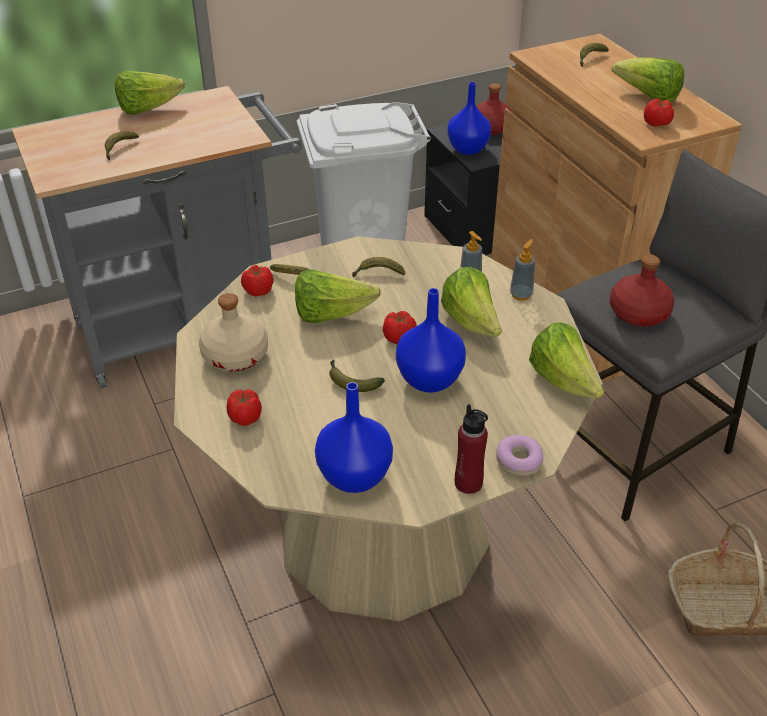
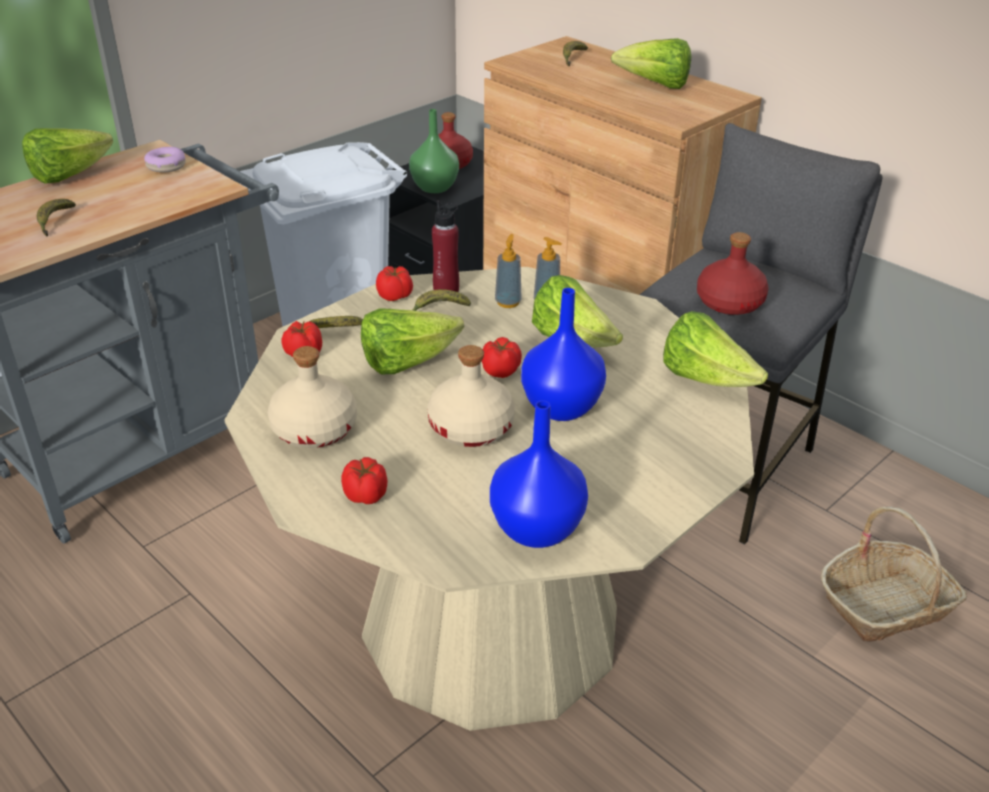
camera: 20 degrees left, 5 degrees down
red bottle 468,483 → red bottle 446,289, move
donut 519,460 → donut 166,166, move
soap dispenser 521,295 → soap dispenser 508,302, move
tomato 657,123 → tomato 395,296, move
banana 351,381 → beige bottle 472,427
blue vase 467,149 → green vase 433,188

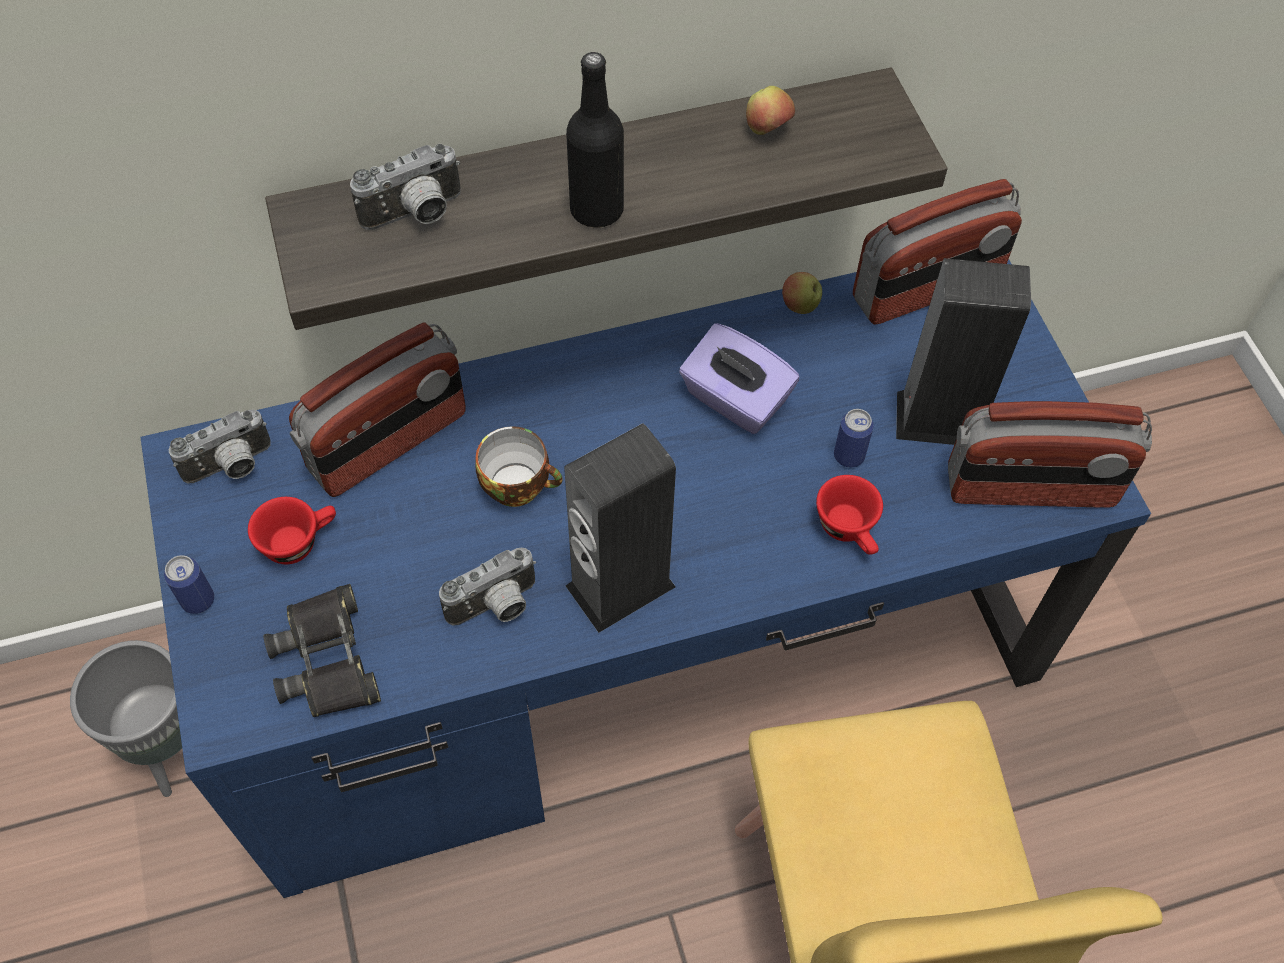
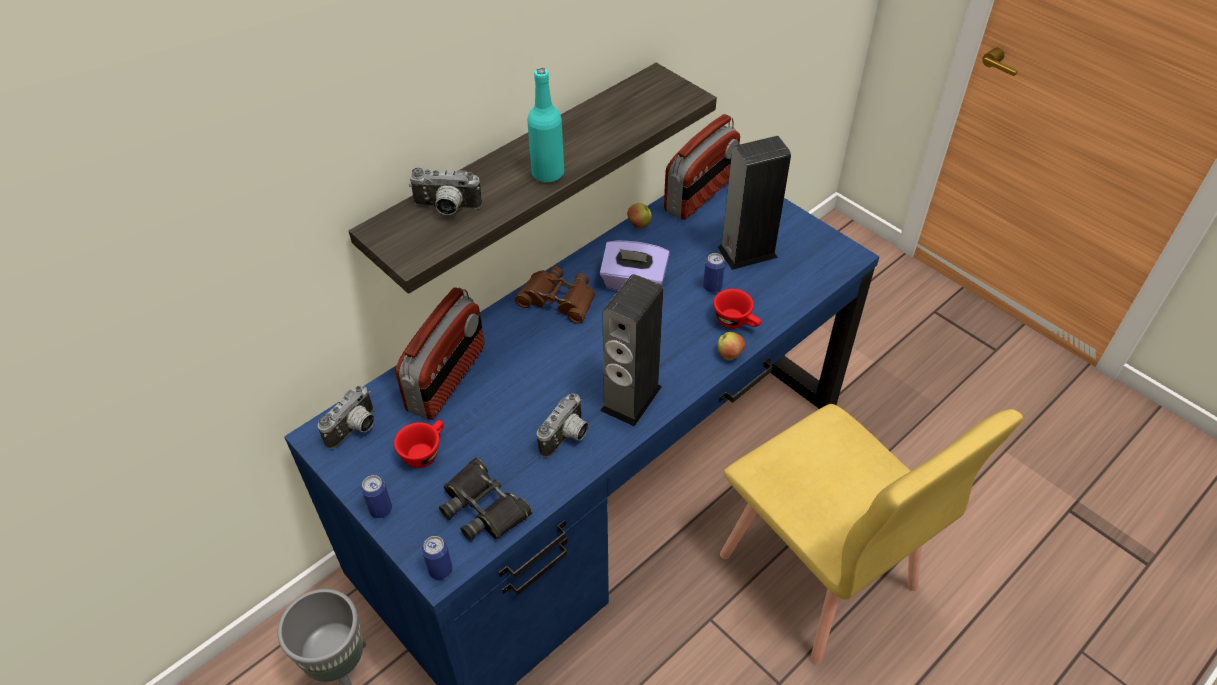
camera: 25 degrees left, 10 degrees down
cup 519,485 → -
radio 1030,488 → -
- → can 440,570
- → brown binoculars 558,300
apple 767,129 → apple 729,355, move
black bottle 596,210 → turquoise bottle 548,173
photo camera 416,215 → photo camera 447,209, 60 degrees clockwise

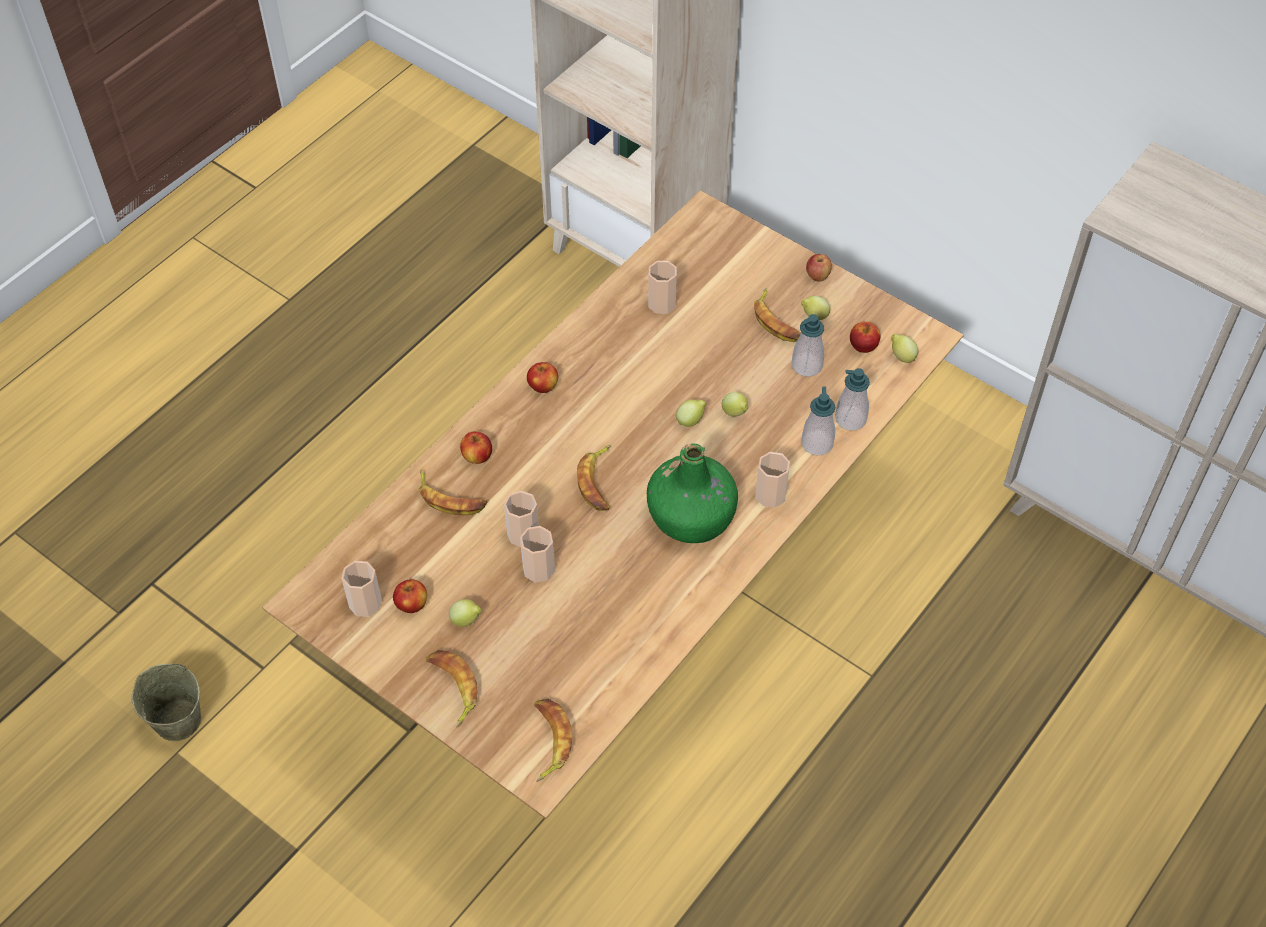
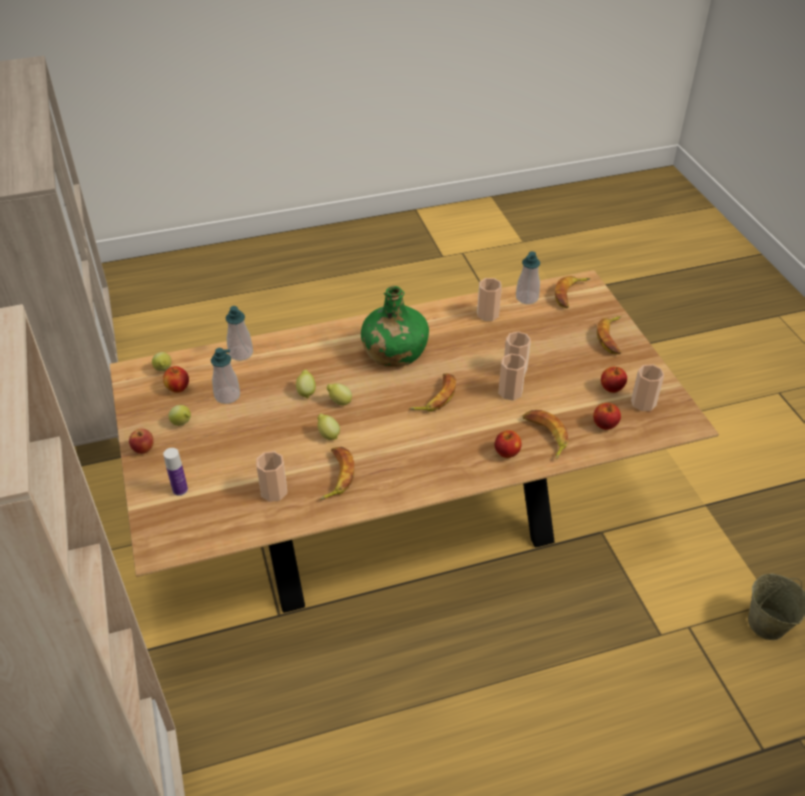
camera: 145 degrees left, 10 degrees down
- → bottle 180,490
lemon 466,620 → lemon 328,435, move
apple 543,386 → apple 604,425, move
banana 777,321 → banana 336,476, move
cup 770,495 → cup 487,314, move
soap dispenser 817,443 → soap dispenser 527,298, move

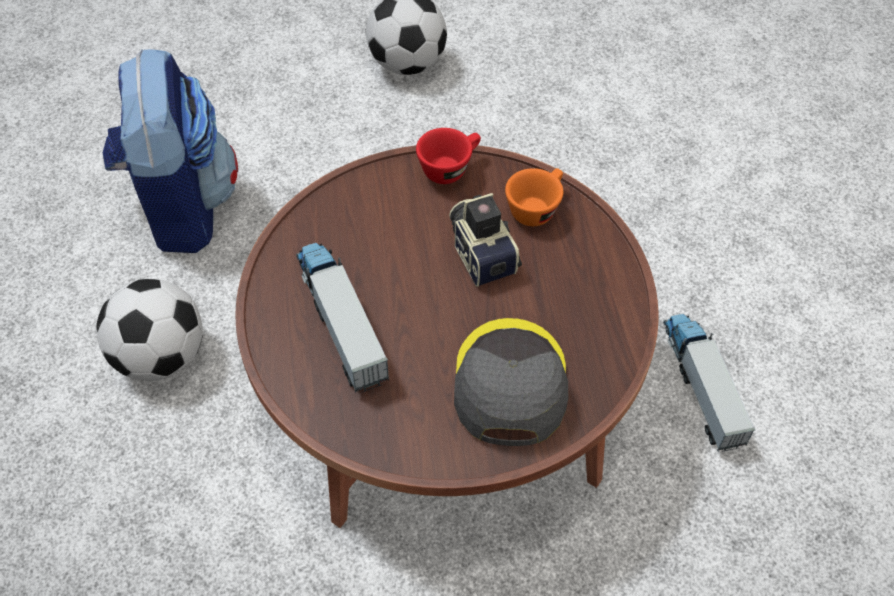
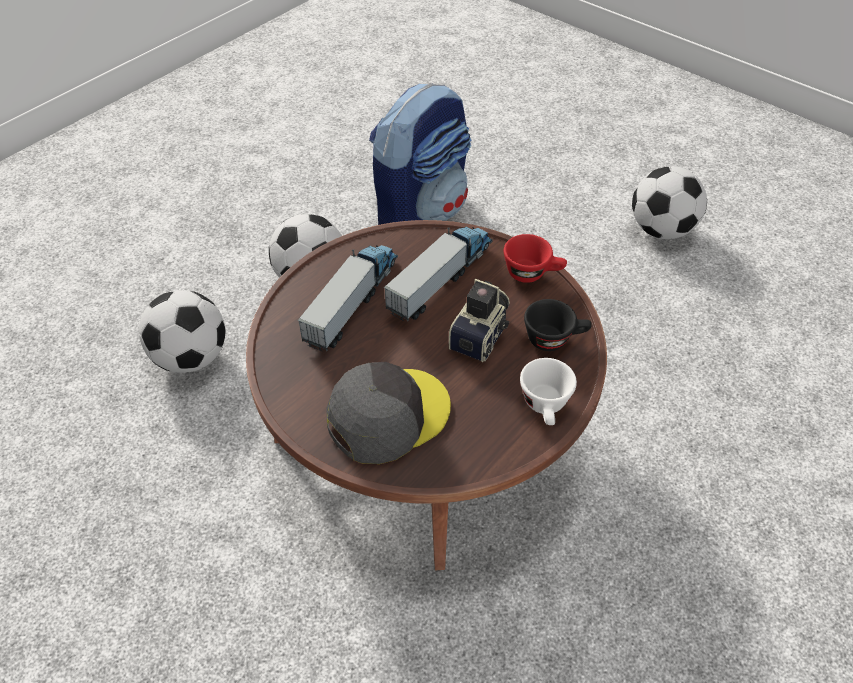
camera: 50 degrees right, 5 degrees down
- → football 191,358
- → white cup 546,407
toy truck 700,385 → toy truck 441,279, move
orange cup 536,207 → black cup 554,338

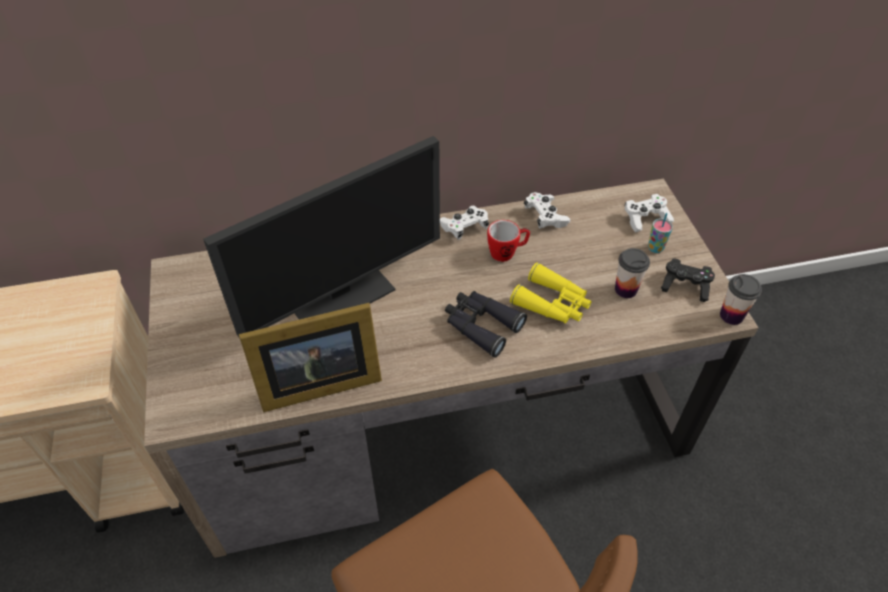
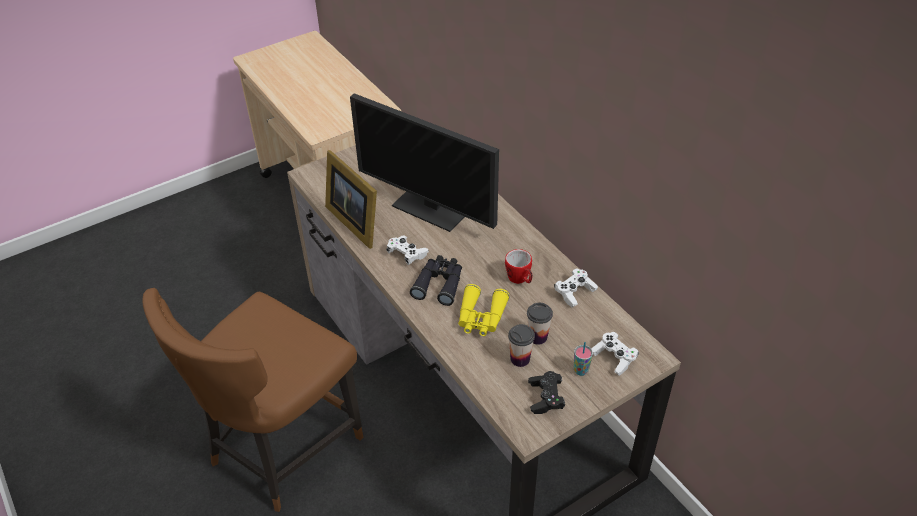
camera: 70 degrees right, 5 degrees down
white game controller 464,227 → white game controller 407,254, move
cup 731,315 → cup 537,337, move

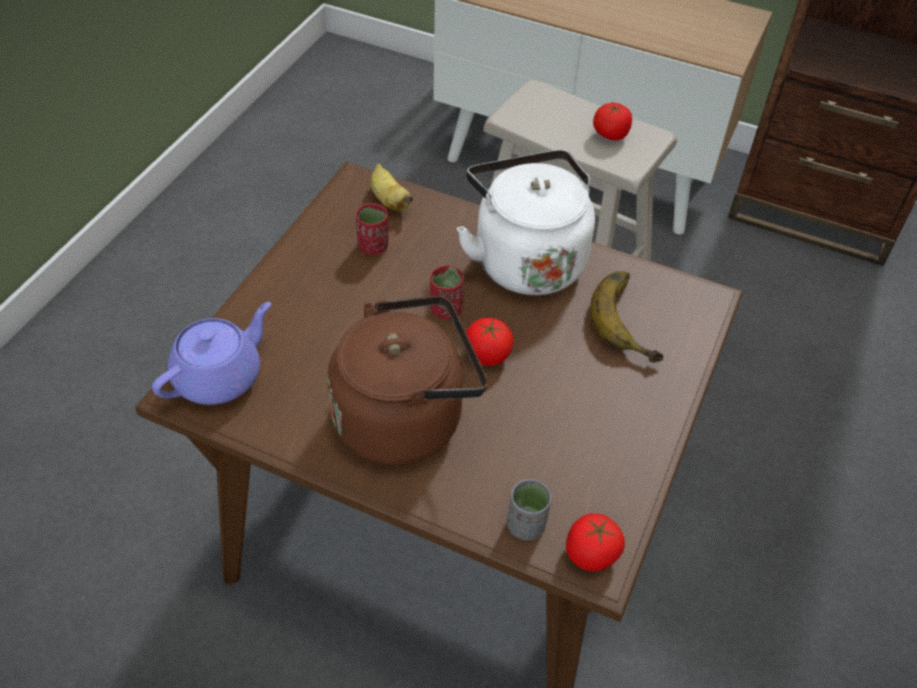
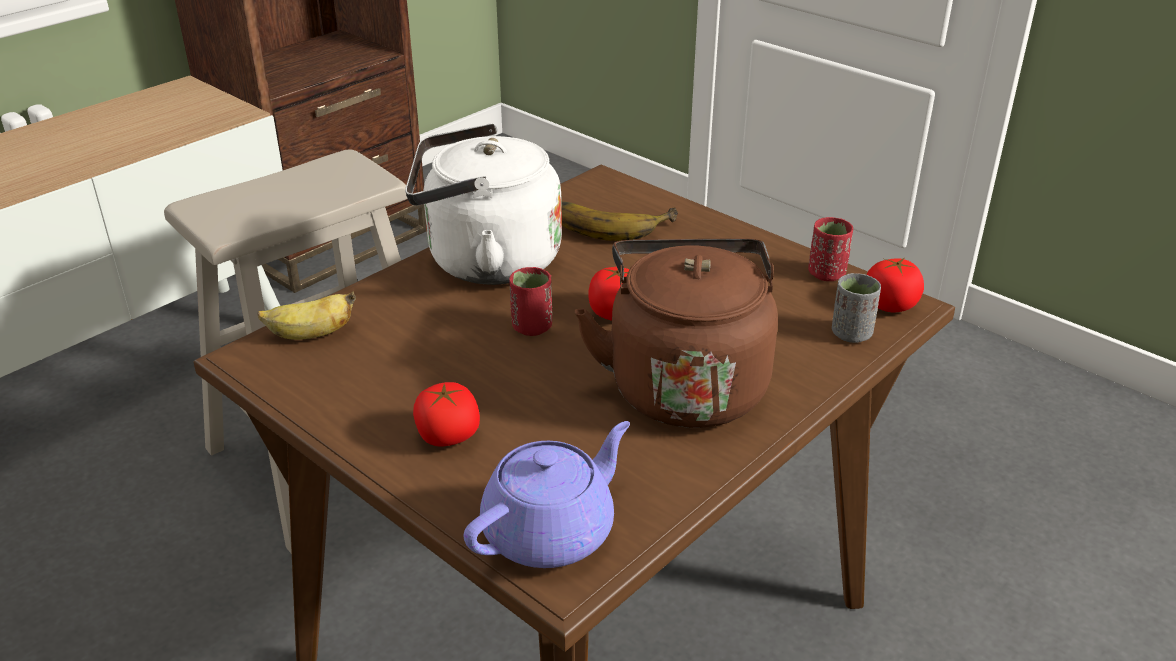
camera: 70 degrees left, 15 degrees down
red cup 373,247 → red cup 826,274, move
tomato 610,134 → tomato 448,436, move
purple teapot 220,376 → purple teapot 551,531, 75 degrees clockwise

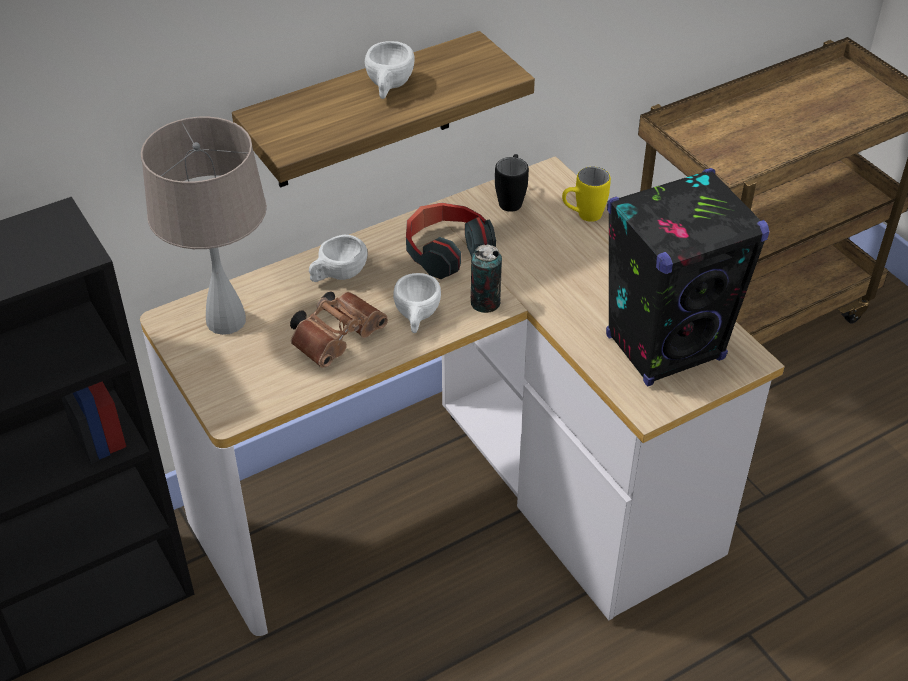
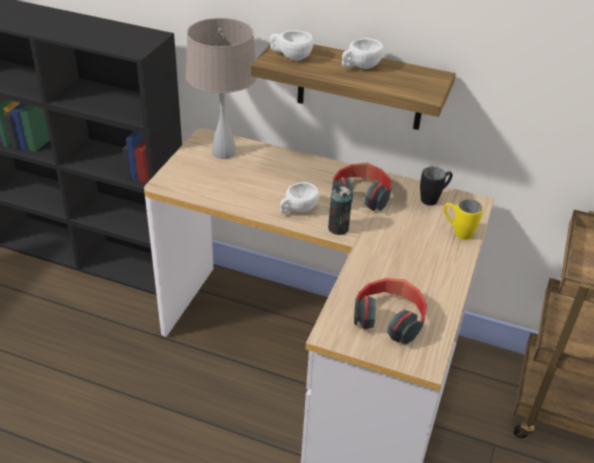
camera: 50 degrees right, 5 degrees down
brown binoculars 339,338 → -
white cup 338,275 → white cup 290,56, move
black speaker 665,347 → headphones 389,318

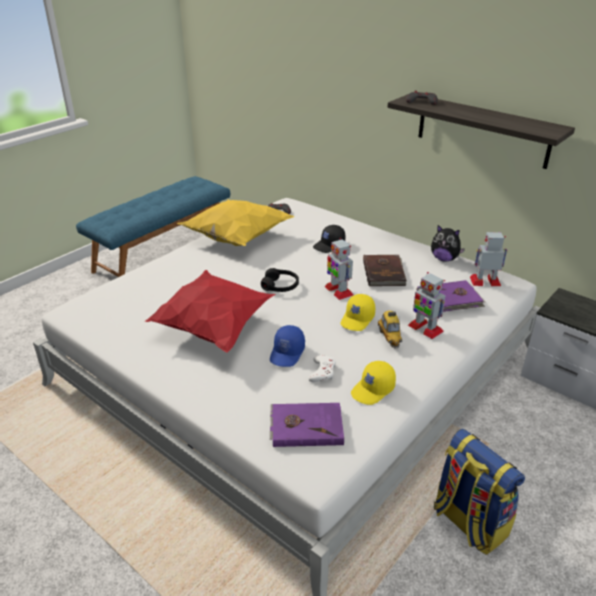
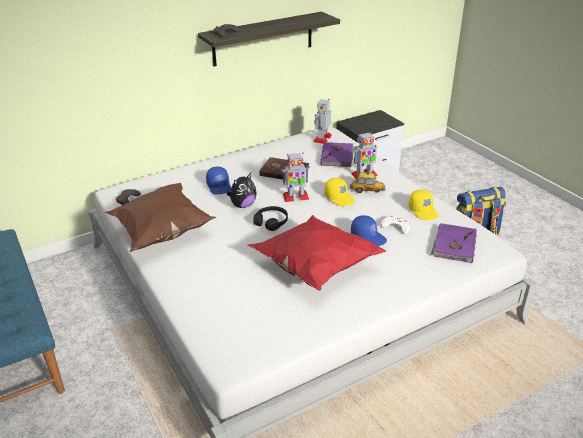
camera: 70 degrees left, 0 degrees up
plush toy 444,259 → plush toy 243,205, move
yellow pillow 236,238 → brown pillow 161,233
black cap 329,245 → blue cap 219,186

